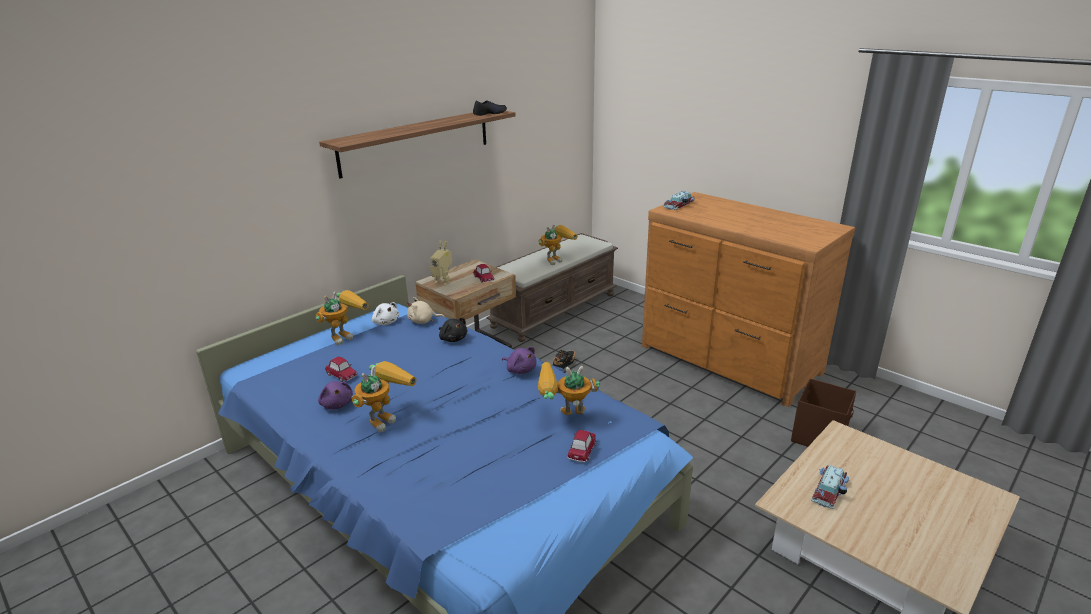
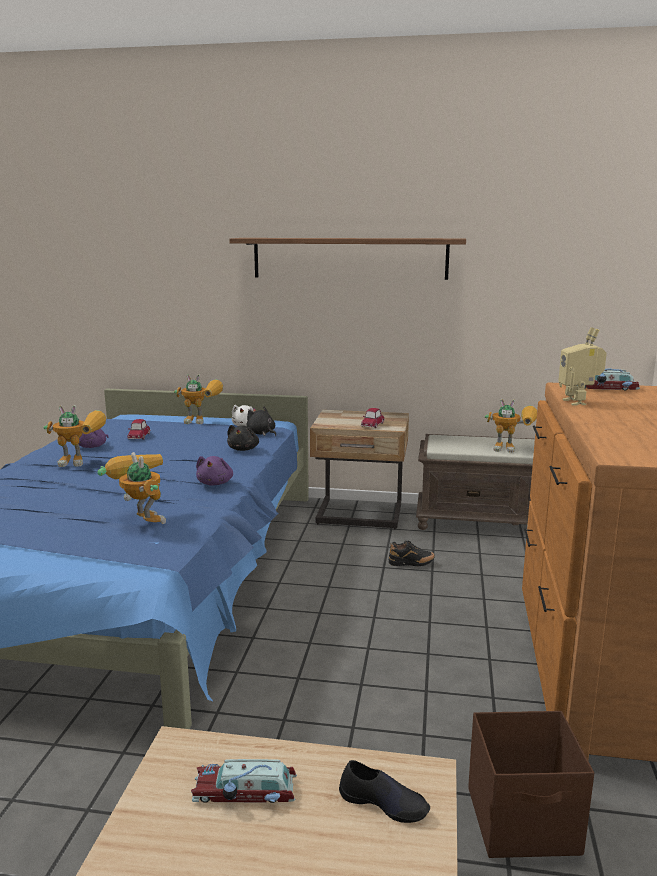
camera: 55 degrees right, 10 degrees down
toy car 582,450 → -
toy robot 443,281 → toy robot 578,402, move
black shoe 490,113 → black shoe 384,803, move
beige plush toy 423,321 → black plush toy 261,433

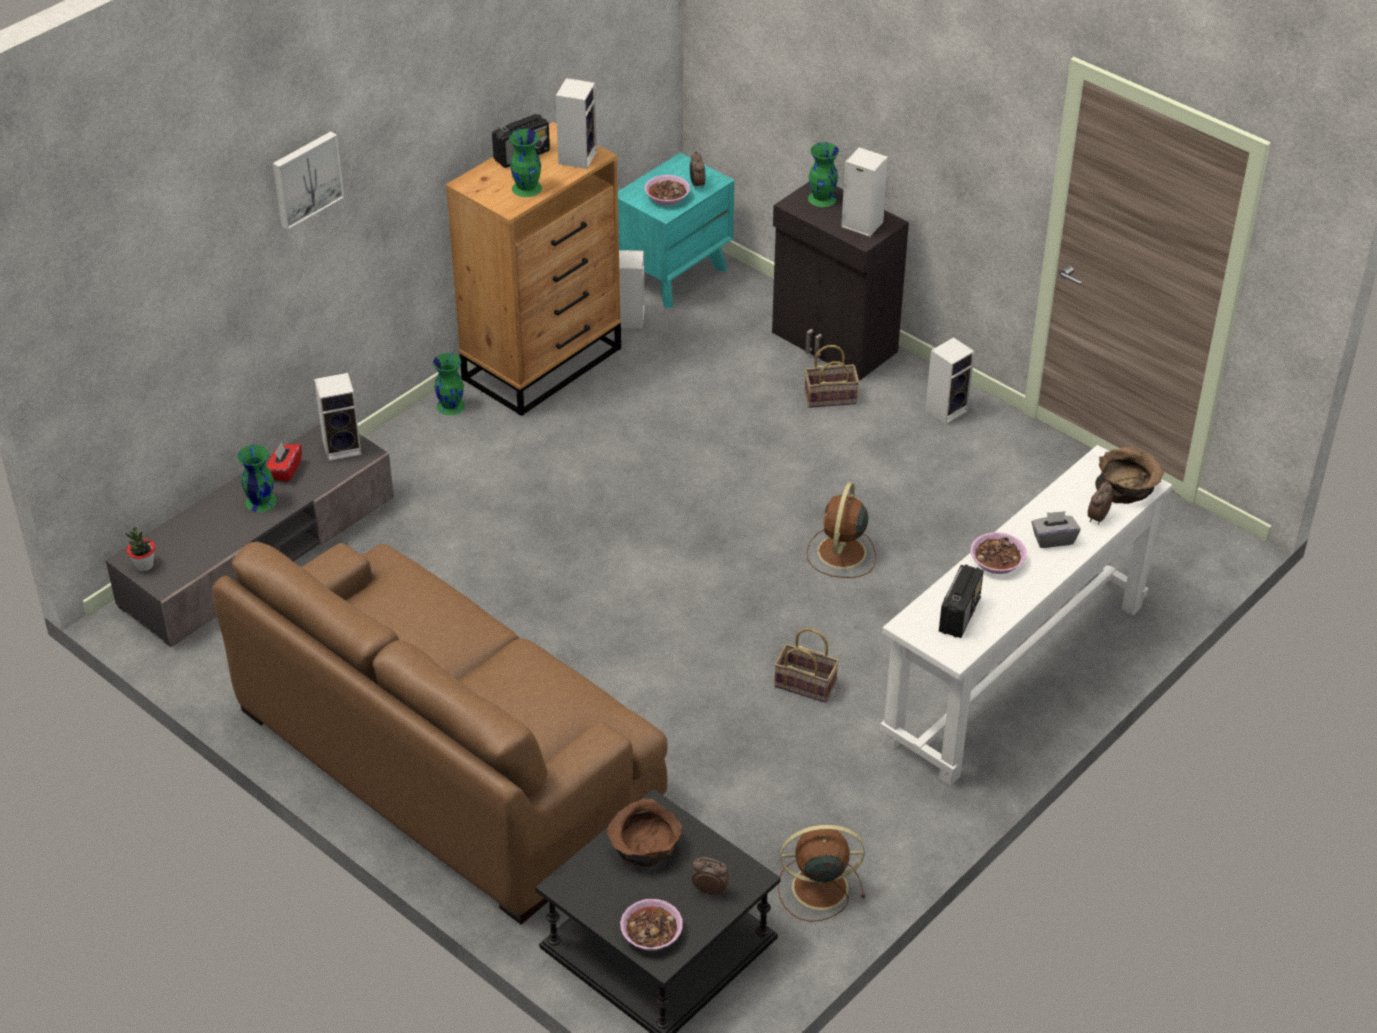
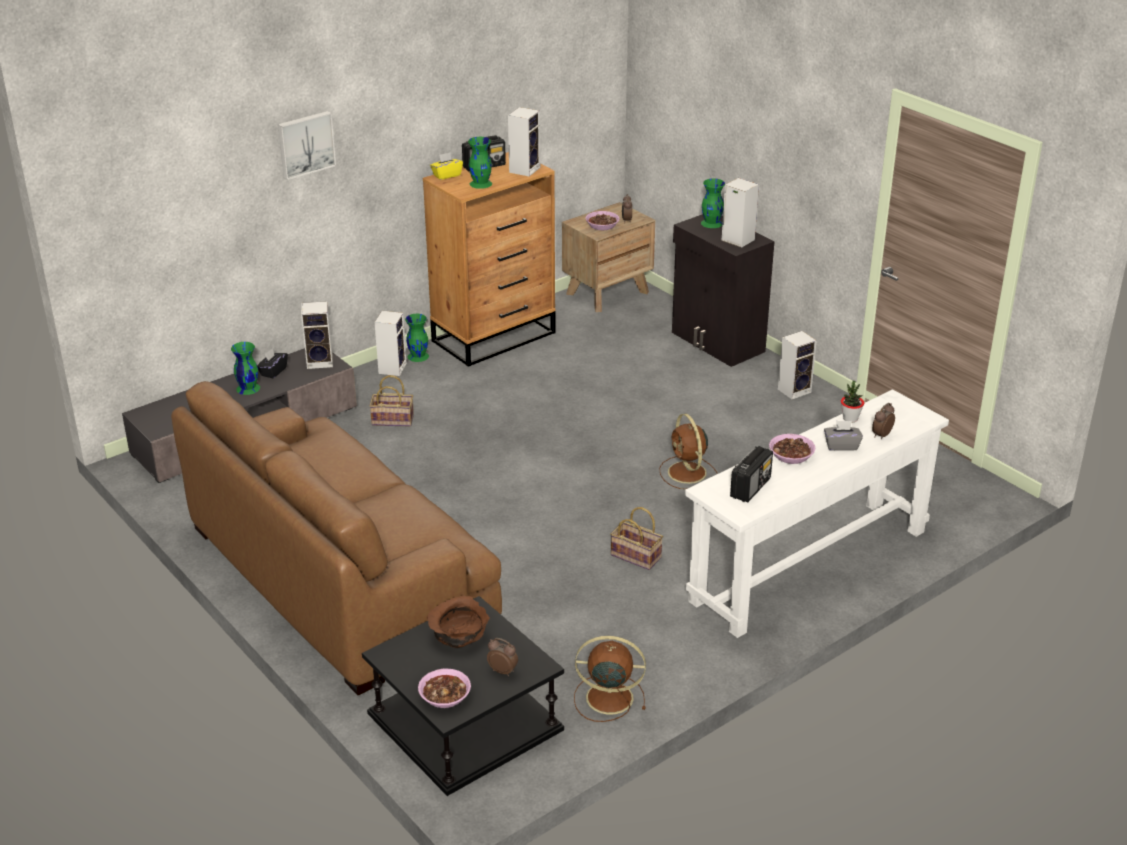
camera: 10 degrees right, 10 degrees down
brown bowl 1126,487 → -
- → yellow tissue box 446,175
potted plant 144,565 → potted plant 850,418, move
speaker 629,317 → speaker 392,368, move
basket 831,397 → basket 394,420, move
red tissue box 285,471 → black tissue box 273,371
turquoise nightstand 673,274 → brown nightstand 607,292
brown fan 841,554 → brown fan 687,473, 45 degrees counterclockwise

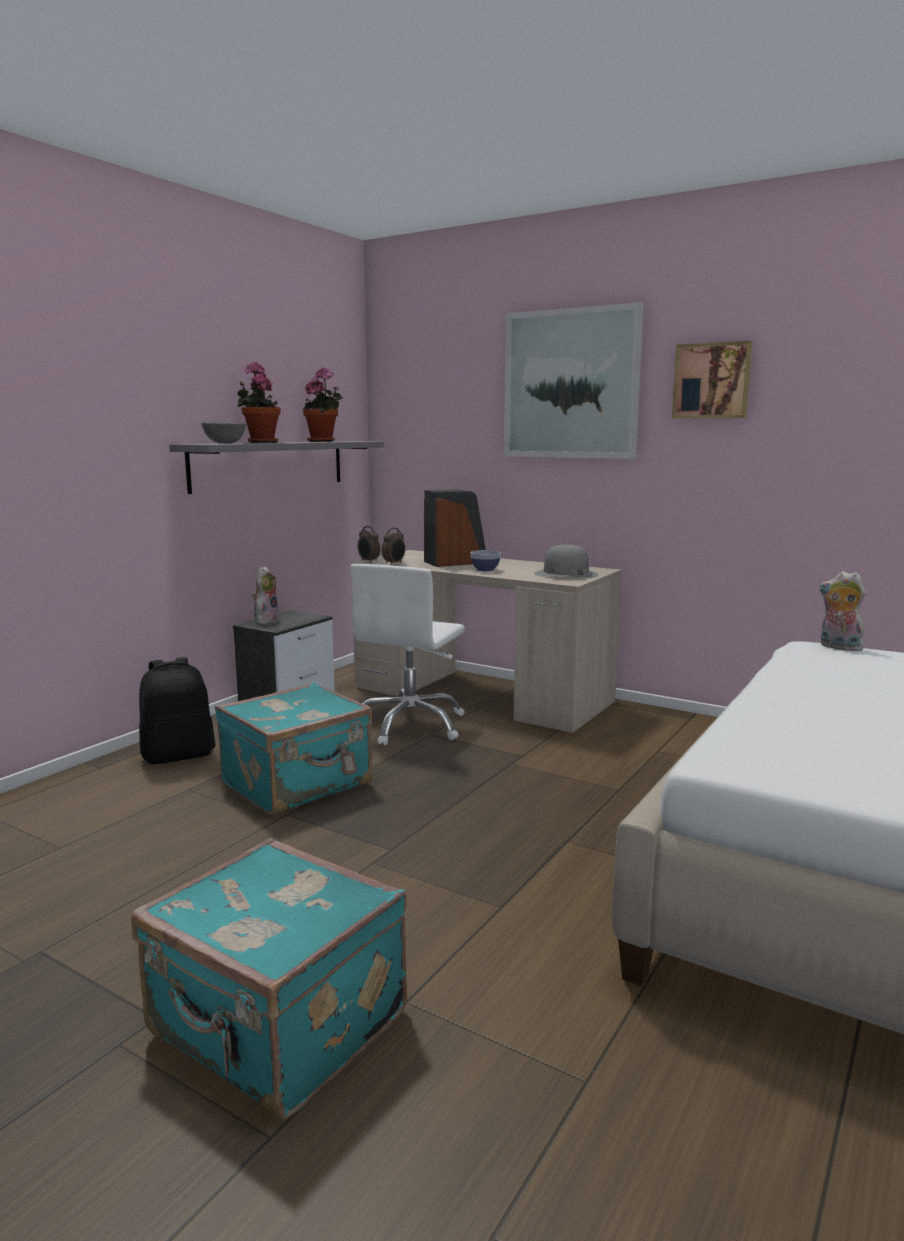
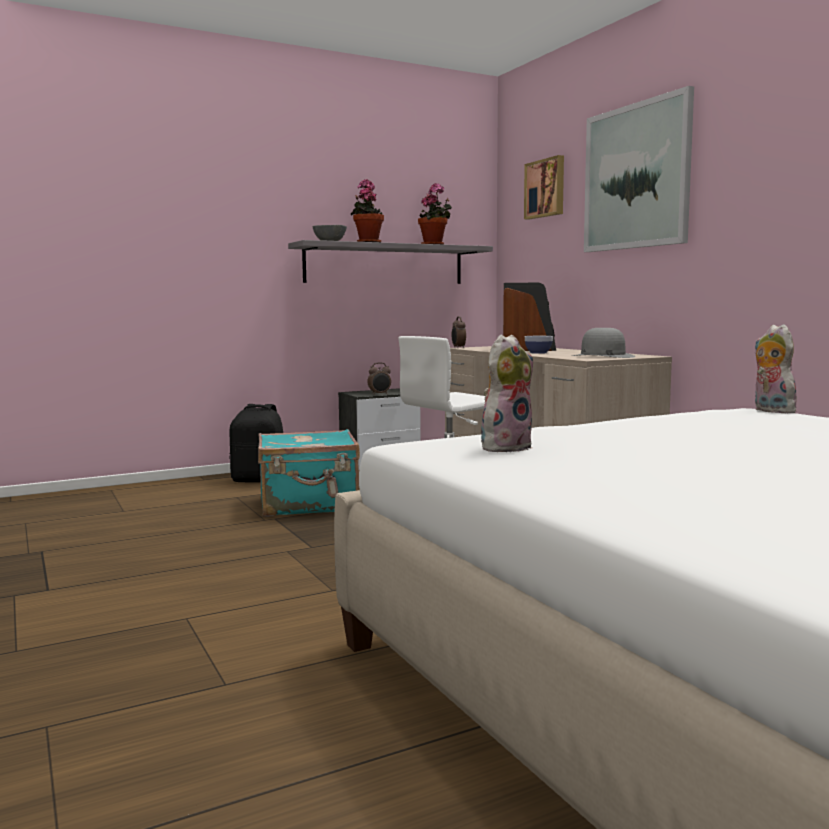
camera: 30 degrees right, 5 degrees down
turquoise suitcase 277,1027 → -
plush toy 266,621 → plush toy 505,447, move
alarm clock 394,563 → alarm clock 379,394, move
picture 712,381 → picture 546,188, move

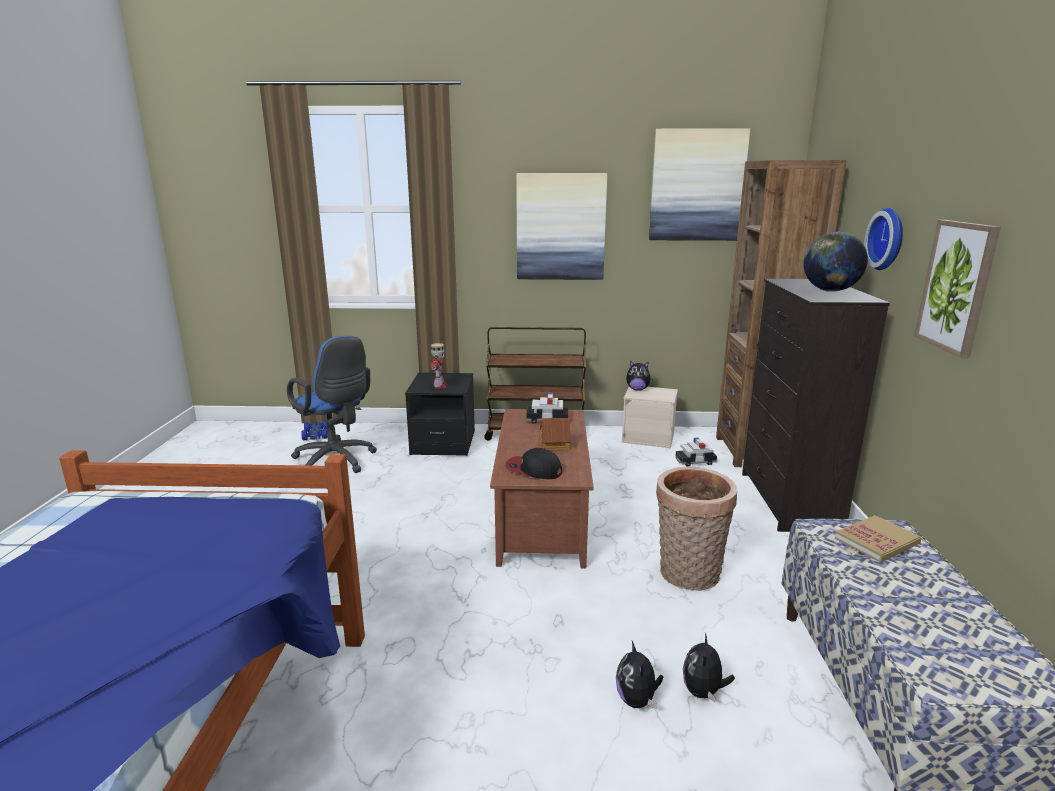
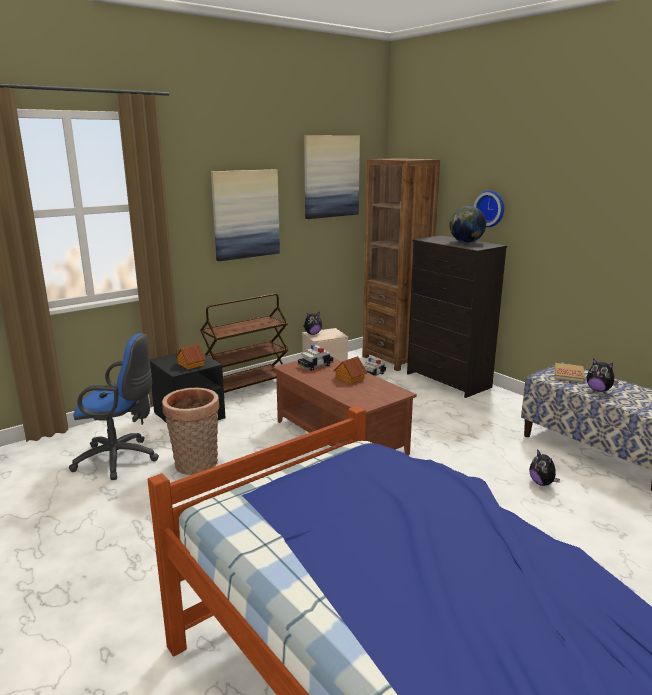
camera: 40 degrees left, 0 degrees up
blue toy car 316,435 → -
cap 533,470 → -
picture 957,286 → -
plush toy 637,700 → plush toy 599,390, move
basket 688,576 → basket 196,466, move
toy robot 439,386 → toy house 190,364

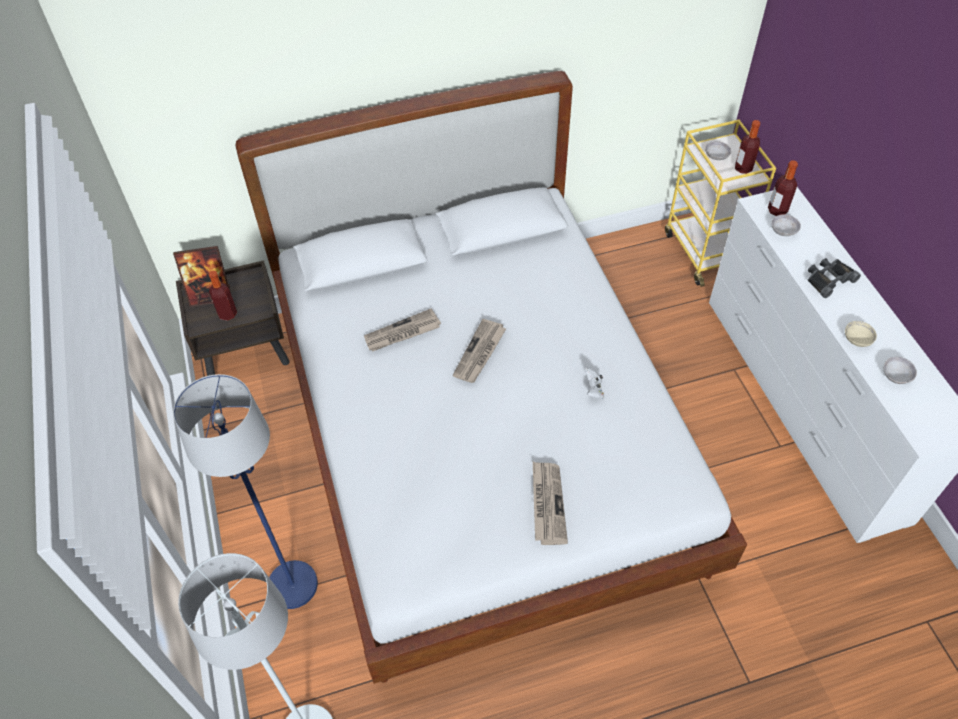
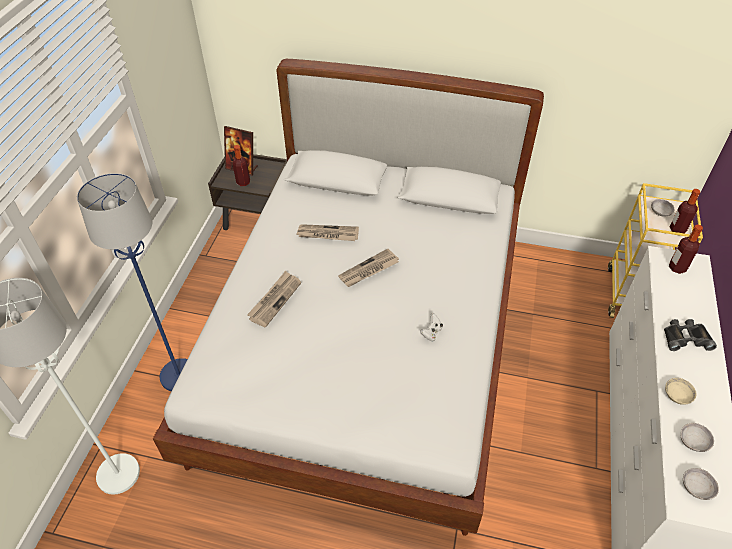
camera: 30 degrees right, 5 degrees down
newspaper 547,504 → newspaper 275,300, move
grey bowl 783,231 → grey bowl 696,488, move

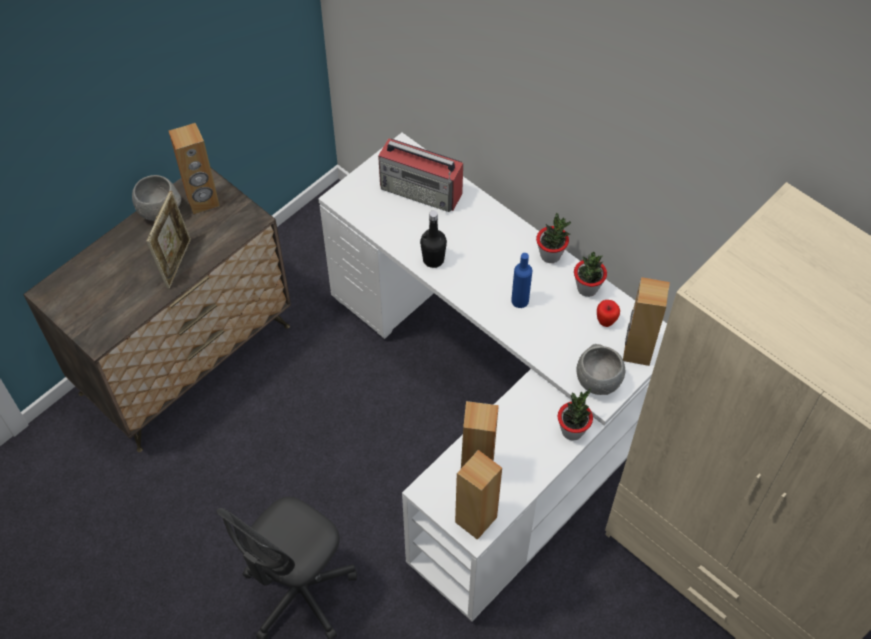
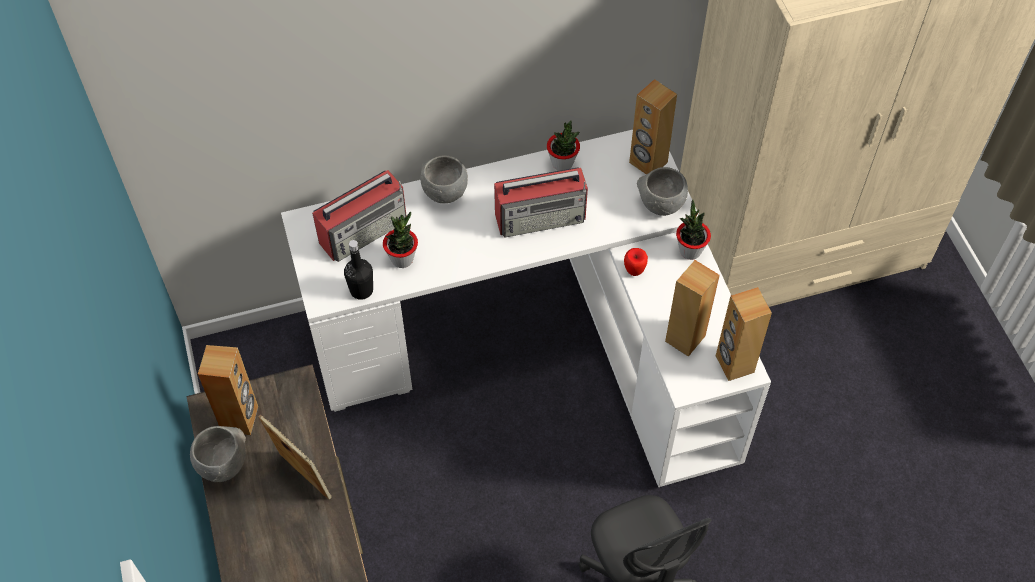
camera: 60 degrees left, 0 degrees up
- → grey bowl 444,193
black bottle 433,259 → black bottle 361,290, move
potted plant 550,255 → potted plant 402,259, move
apple 605,321 → apple 634,270, move
blue bottle 520,300 → radio 541,217

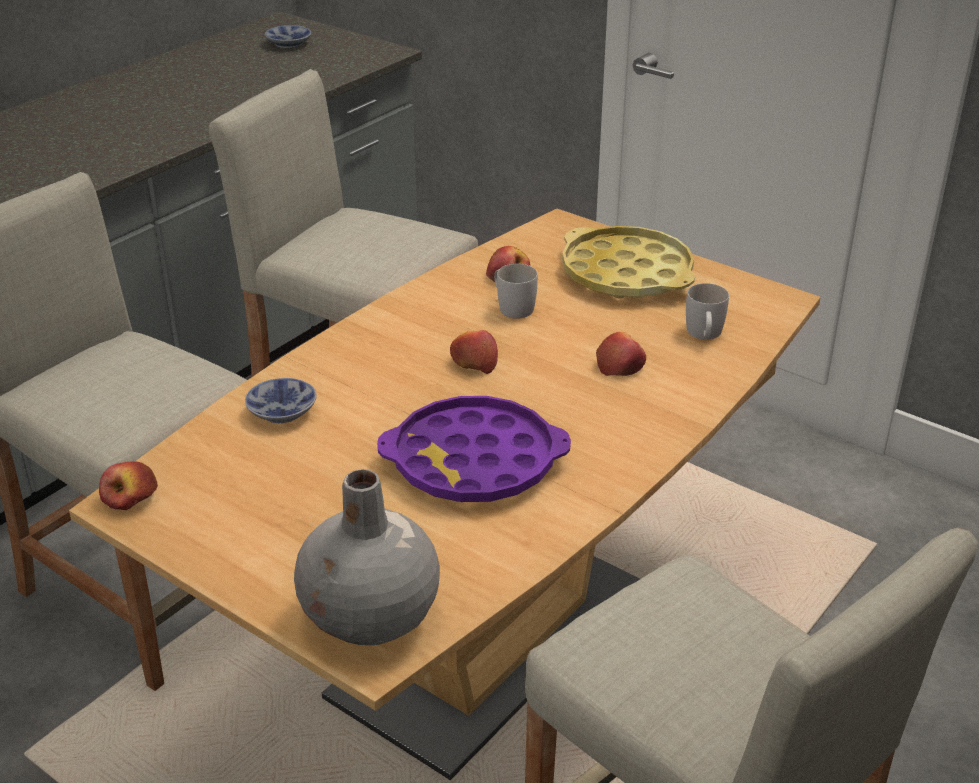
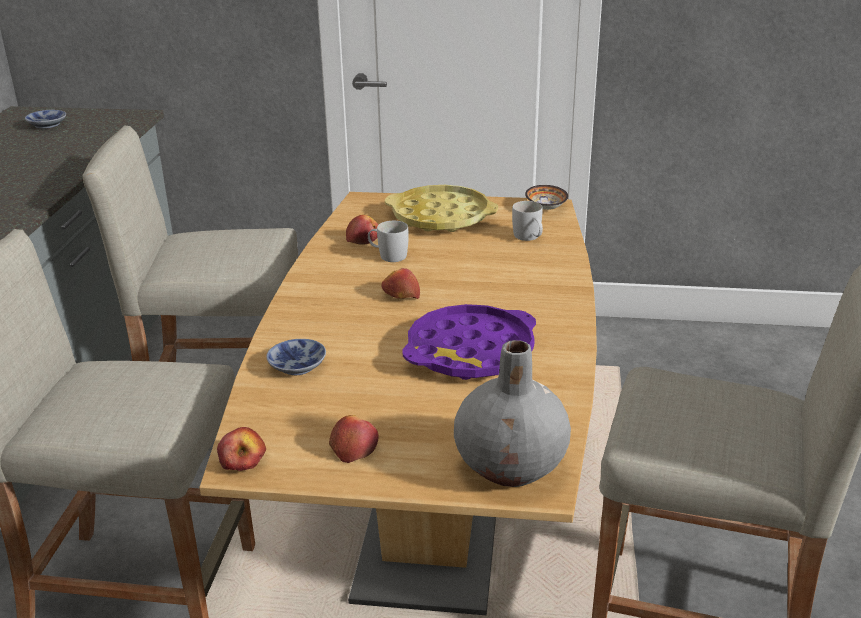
camera: 30 degrees left, 5 degrees down
- → bowl 546,207
apple 620,364 → apple 354,447, move

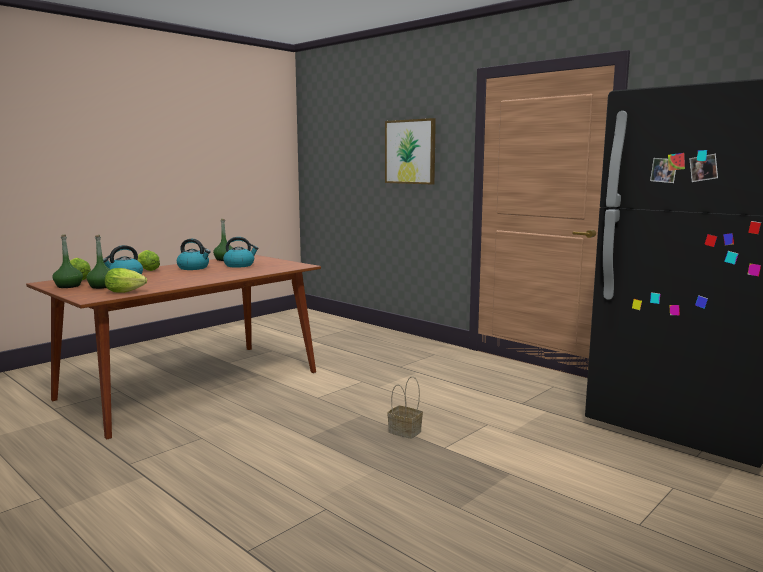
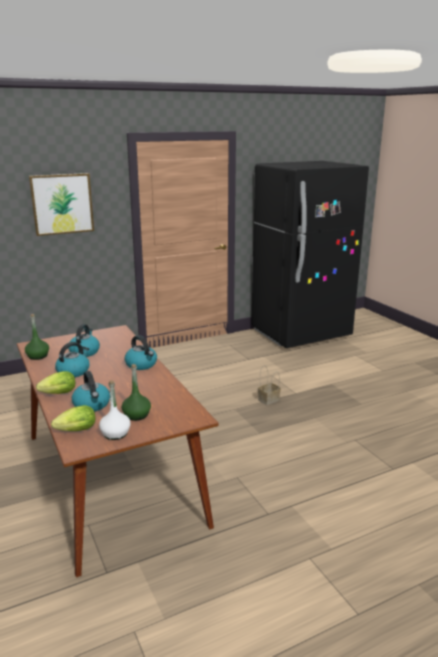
camera: 70 degrees left, 10 degrees up
lettuce 127,292 → -
- → kettle 141,365
green bottle 68,286 → white bottle 115,434

